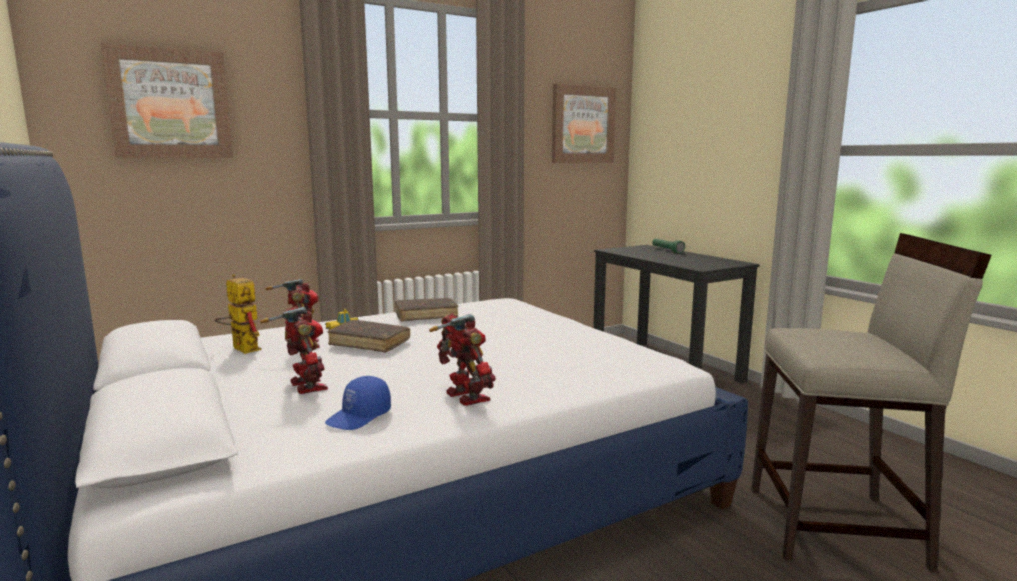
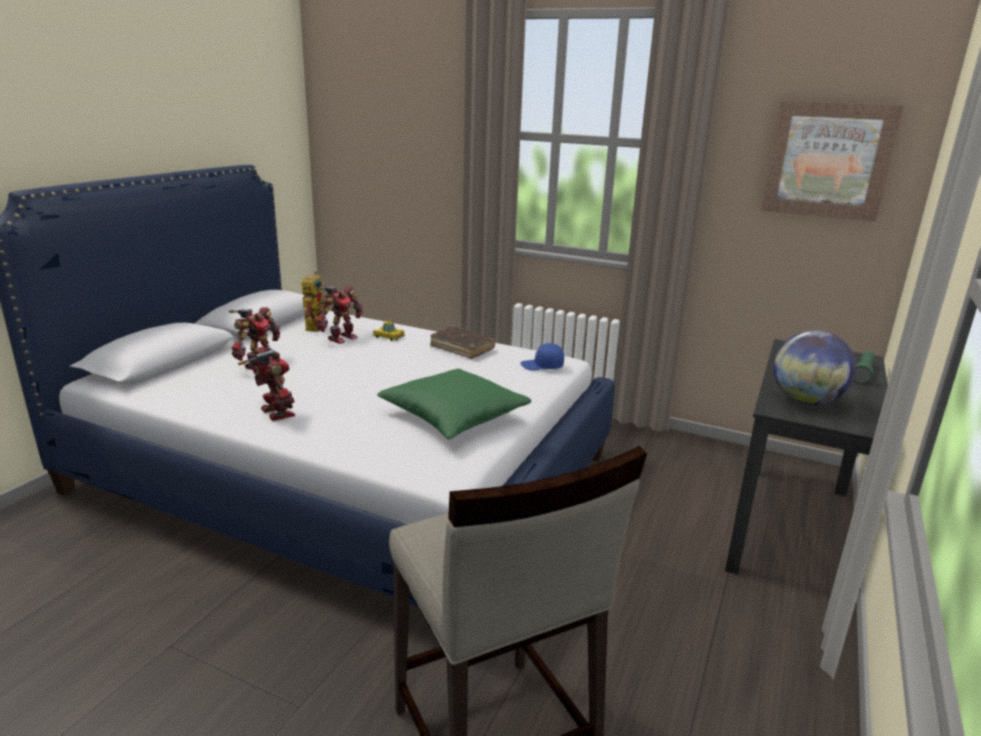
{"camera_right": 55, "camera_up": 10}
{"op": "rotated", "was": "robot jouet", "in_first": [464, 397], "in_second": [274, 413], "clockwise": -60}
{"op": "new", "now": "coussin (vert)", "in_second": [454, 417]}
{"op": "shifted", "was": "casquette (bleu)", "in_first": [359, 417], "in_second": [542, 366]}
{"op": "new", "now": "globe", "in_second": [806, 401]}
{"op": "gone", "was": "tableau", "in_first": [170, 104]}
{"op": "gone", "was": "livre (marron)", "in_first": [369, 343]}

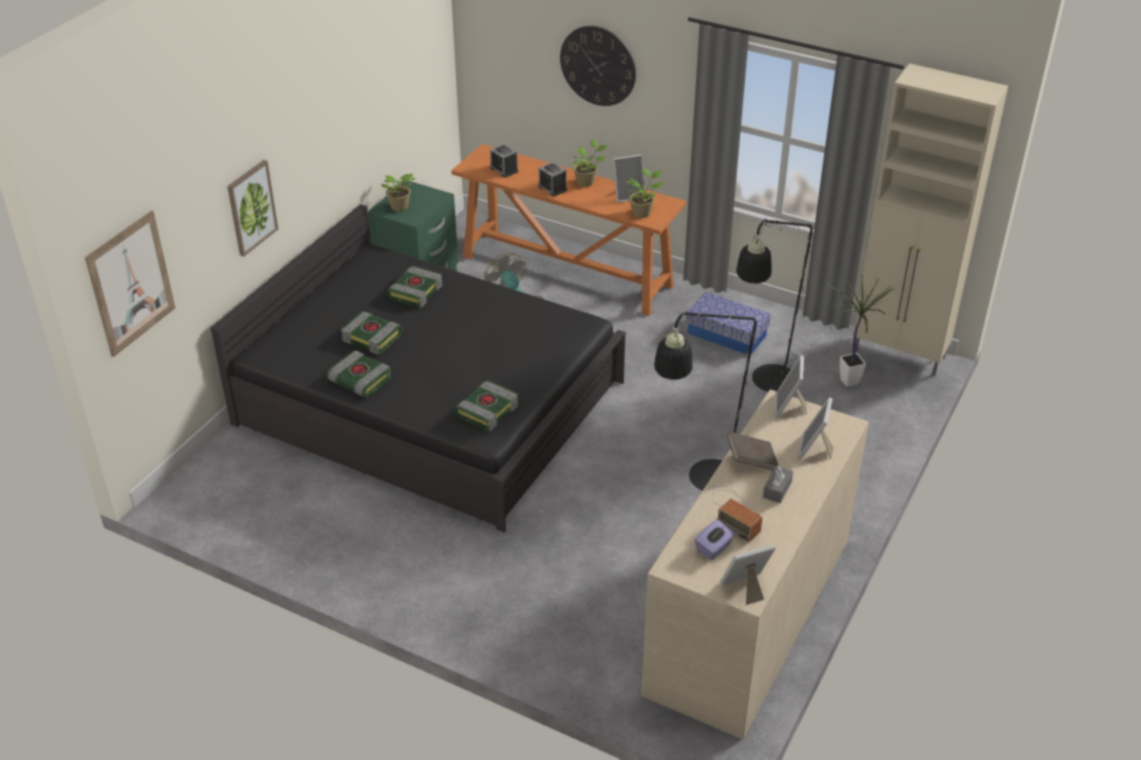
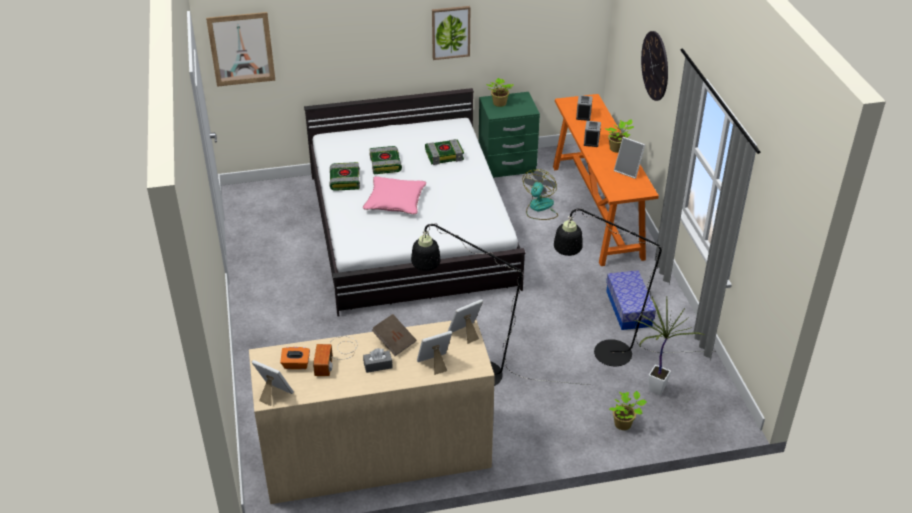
{"camera_right": 50, "camera_up": 0}
{"op": "repainted", "was": "boîte à mouchoirs (violet)", "now": "boîte à mouchoirs (orange)", "in_first": [714, 548], "in_second": [296, 364]}
{"op": "repainted", "was": "lit (noir)", "now": "lit (blanc)", "in_first": [429, 402], "in_second": [410, 229]}
{"op": "new", "now": "coussin (rose)", "in_second": [395, 200]}
{"op": "shifted", "was": "tableau", "in_first": [251, 207], "in_second": [450, 32]}
{"op": "shifted", "was": "plante en pot", "in_first": [642, 212], "in_second": [624, 424]}
{"op": "gone", "was": "livre", "in_first": [487, 410]}
{"op": "gone", "was": "meuble de rangement (beige)", "in_first": [900, 355]}

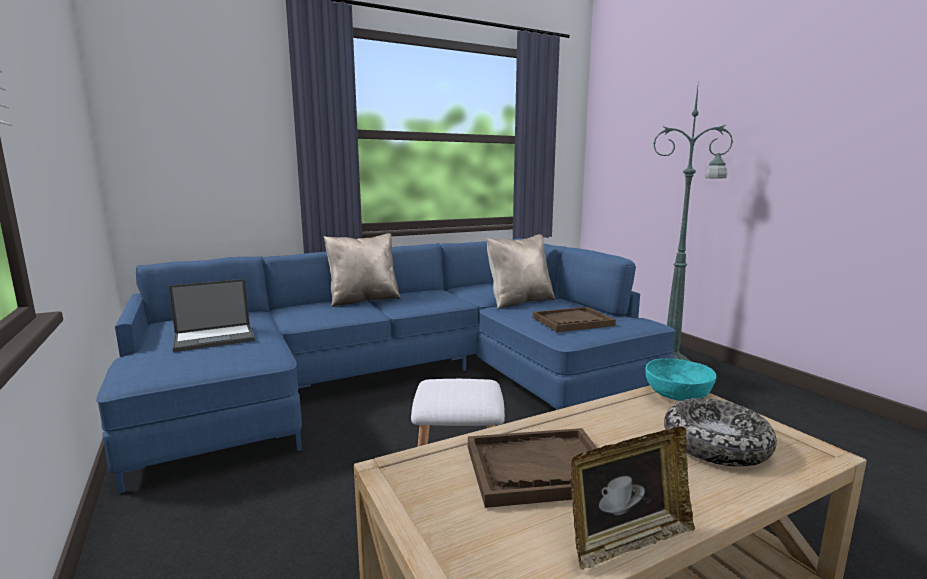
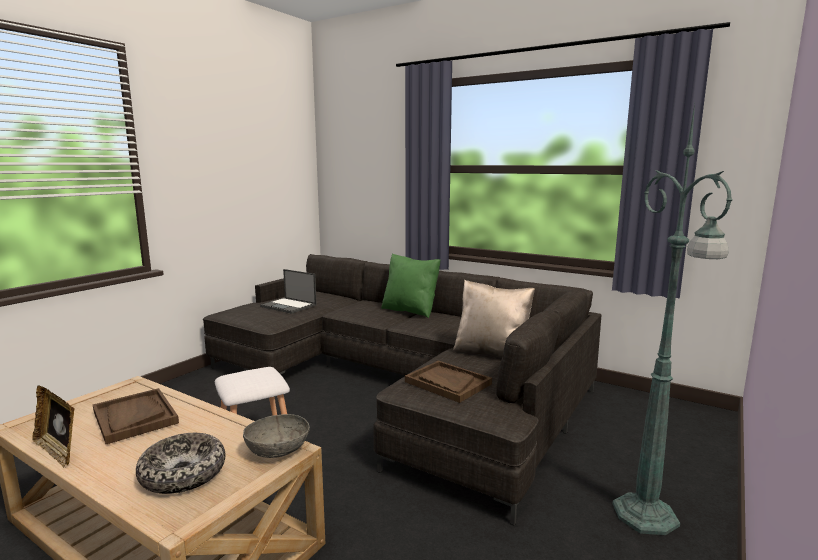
{"camera_right": 60, "camera_up": 0}
{"op": "repainted", "was": "canapé (bleu)", "now": "canapé (gris)", "in_first": [402, 379], "in_second": [401, 383]}
{"op": "repainted", "was": "bol (turquoise)", "now": "bol (gris)", "in_first": [677, 394], "in_second": [278, 450]}
{"op": "repainted", "was": "coussin (beige)", "now": "coussin (vert)", "in_first": [363, 300], "in_second": [410, 311]}

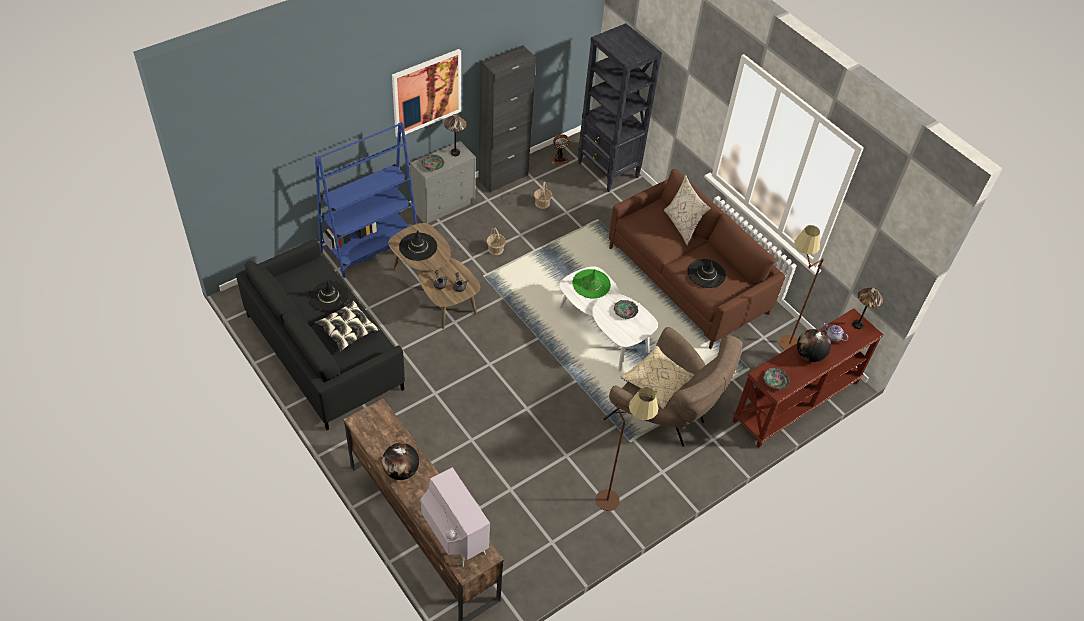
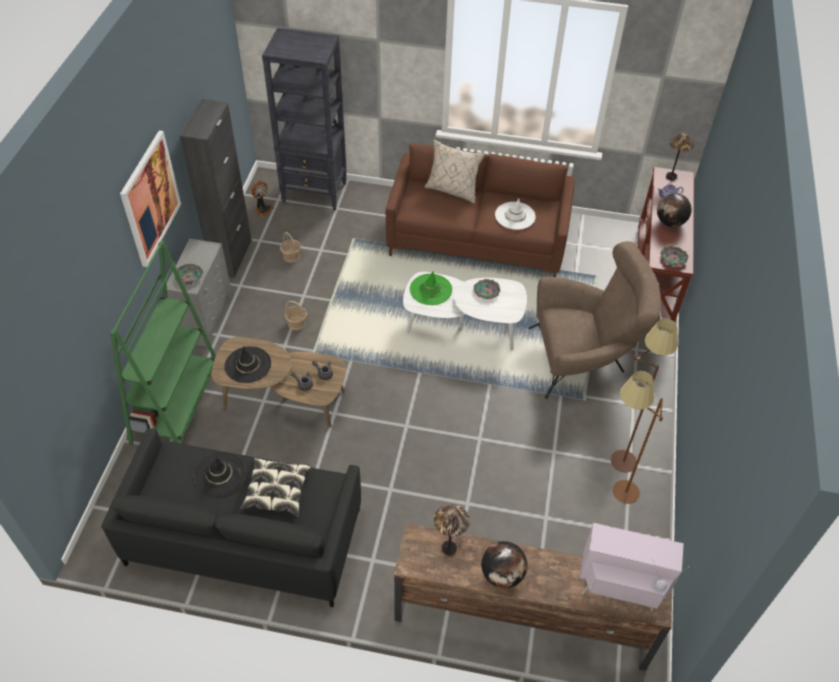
{"camera_right": -40, "camera_up": 0}
{"op": "repainted", "was": "bibliothèque (bleu)", "now": "bibliothèque (vert)", "in_first": [370, 247], "in_second": [177, 404]}
{"op": "shifted", "was": "lampe de table", "in_first": [455, 153], "in_second": [448, 548]}
{"op": "repainted", "was": "chapeau (noir)", "now": "chapeau (blanc)", "in_first": [706, 273], "in_second": [515, 216]}
{"op": "shifted", "was": "lampadaire (marron)", "in_first": [780, 338], "in_second": [614, 493]}
{"op": "gone", "was": "coussin (beige)", "in_first": [657, 382]}

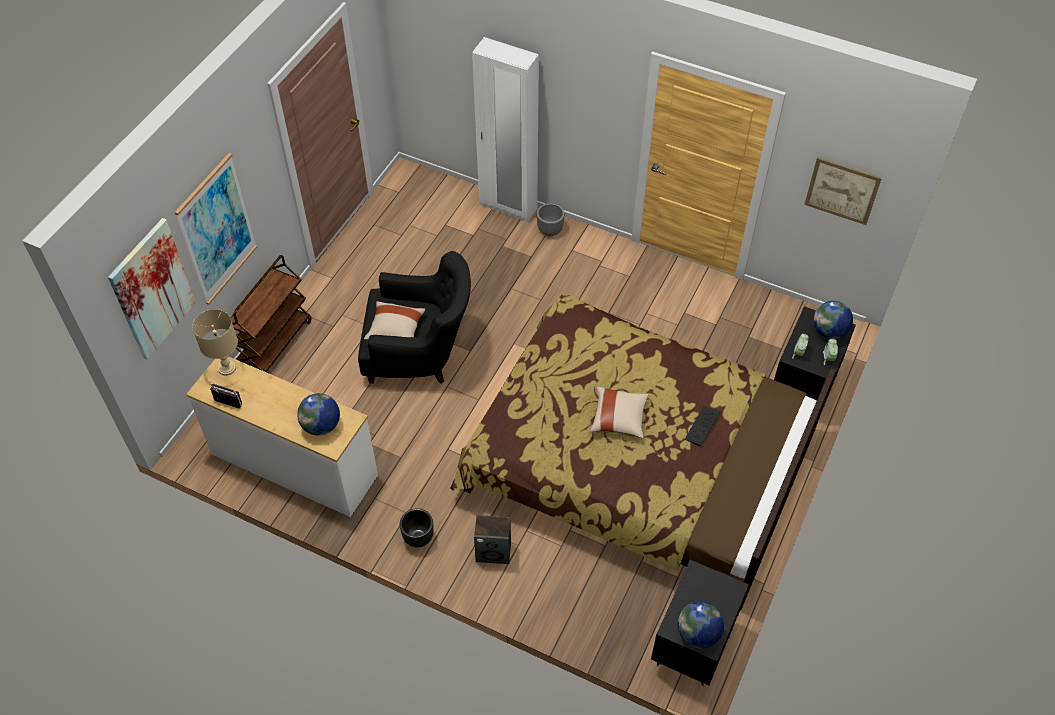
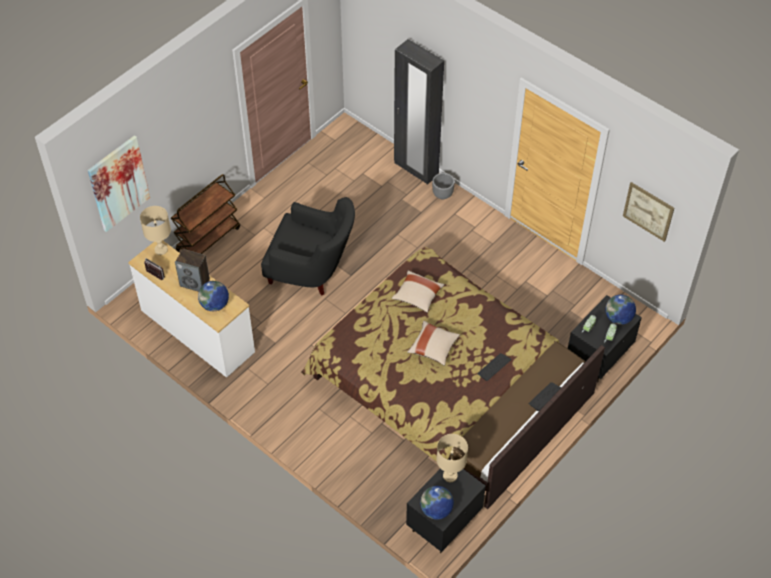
{"camera_right": 15, "camera_up": 0}
{"op": "shifted", "was": "enceinte", "in_first": [494, 552], "in_second": [195, 282]}
{"op": "shifted", "was": "coussin (beige)", "in_first": [395, 330], "in_second": [417, 296]}
{"op": "repainted", "was": "armoire (blanc)", "now": "armoire (noir)", "in_first": [508, 207], "in_second": [416, 169]}
{"op": "new", "now": "lampe de table (beige)", "in_second": [450, 476]}
{"op": "new", "now": "clavier", "in_second": [545, 397]}
{"op": "gone", "was": "tableau", "in_first": [217, 230]}
{"op": "gone", "was": "cache-pot (noir)", "in_first": [418, 538]}

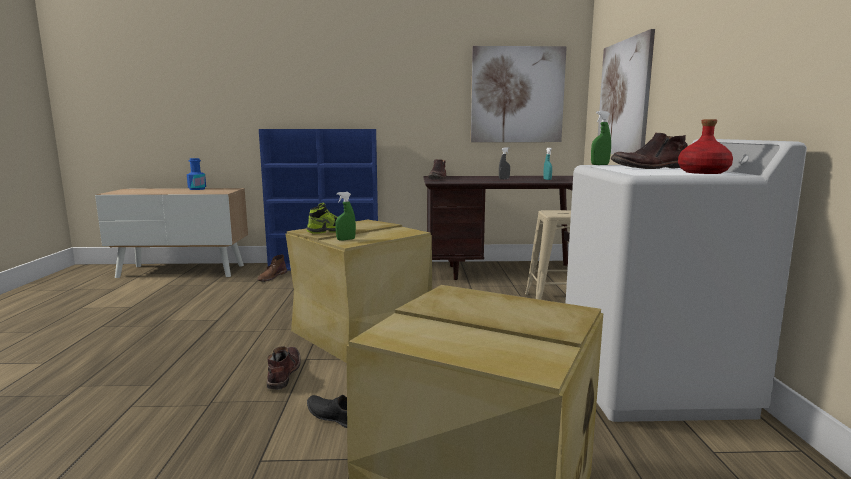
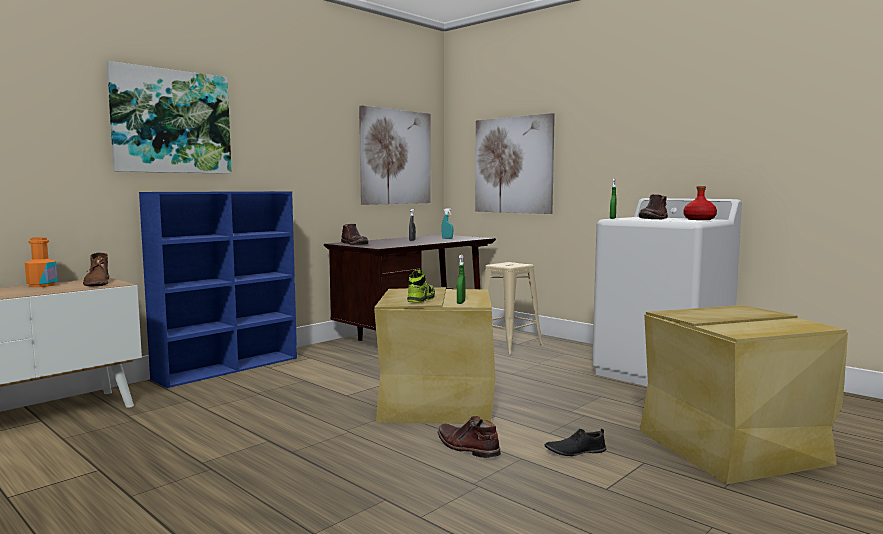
{"camera_right": -45, "camera_up": -5}
{"op": "repainted", "was": "bouteille (bleu)", "now": "bouteille (orange)", "in_first": [197, 189], "in_second": [42, 285]}
{"op": "shifted", "was": "botte (marron)", "in_first": [272, 276], "in_second": [97, 282]}
{"op": "new", "now": "tableau", "in_second": [171, 122]}

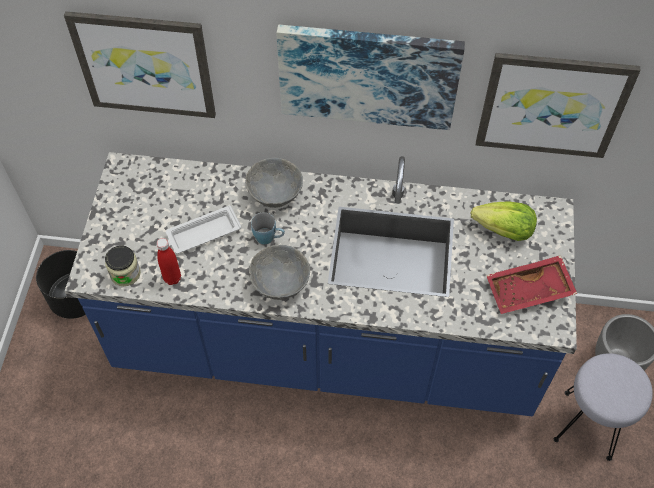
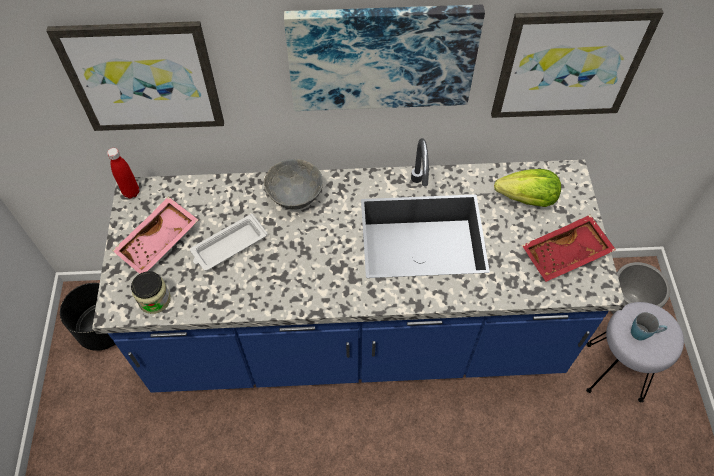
{"camera_right": -10, "camera_up": 0}
{"op": "shifted", "was": "bouteille (rouge)", "in_first": [172, 278], "in_second": [131, 192]}
{"op": "new", "now": "plateau (rose)", "in_second": [159, 242]}
{"op": "shifted", "was": "mug (bleu)", "in_first": [269, 238], "in_second": [643, 333]}
{"op": "gone", "was": "bol (gris)", "in_first": [280, 283]}

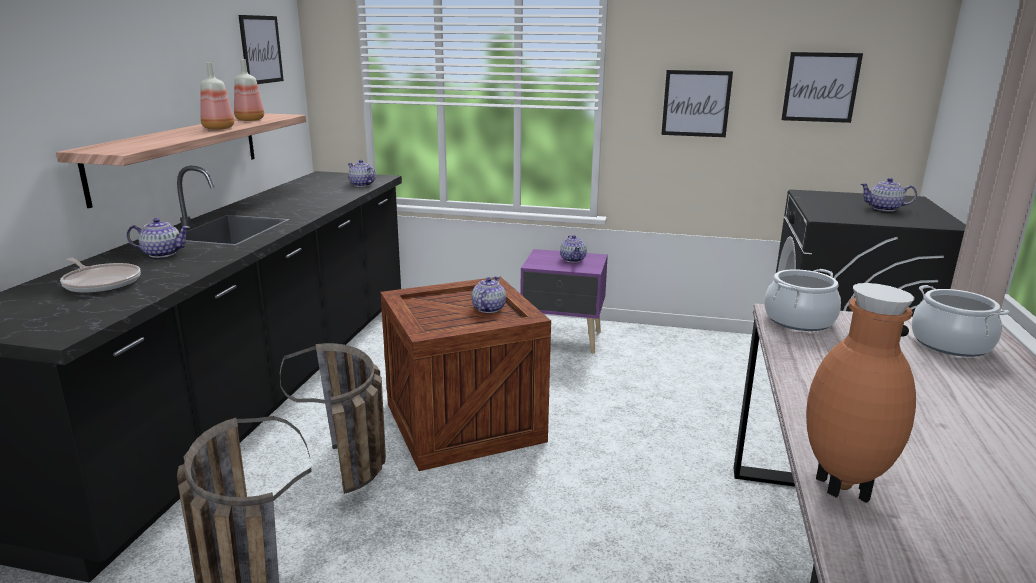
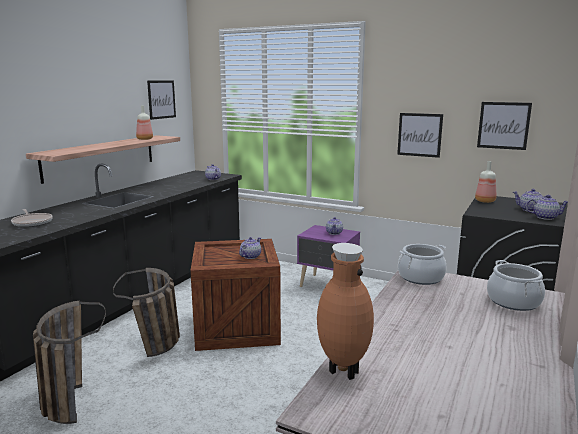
{"camera_right": 15, "camera_up": -5}
{"op": "shifted", "was": "bouteille", "in_first": [219, 128], "in_second": [485, 201]}
{"op": "shifted", "was": "théière", "in_first": [162, 253], "in_second": [544, 217]}

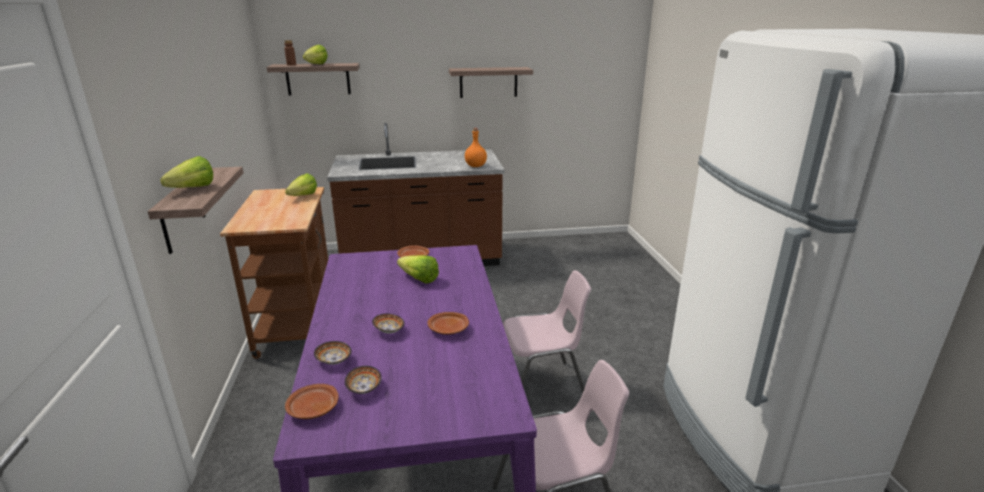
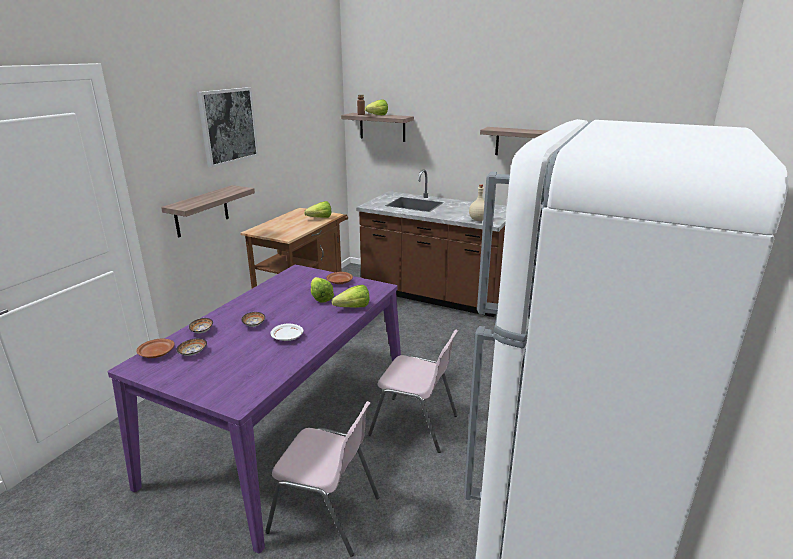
{"camera_right": 35, "camera_up": 0}
{"op": "new", "now": "tableau", "in_second": [228, 126]}
{"op": "repainted", "was": "assiette (marron)", "now": "assiette (blanc)", "in_first": [449, 329], "in_second": [287, 337]}
{"op": "shifted", "was": "laitue", "in_first": [188, 190], "in_second": [350, 308]}
{"op": "repainted", "was": "bouteille (orange)", "now": "bouteille (beige)", "in_first": [475, 166], "in_second": [478, 220]}

